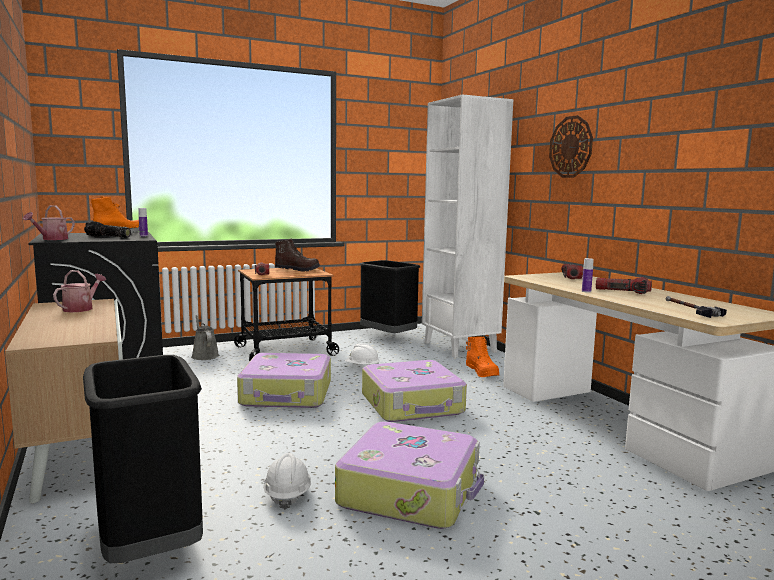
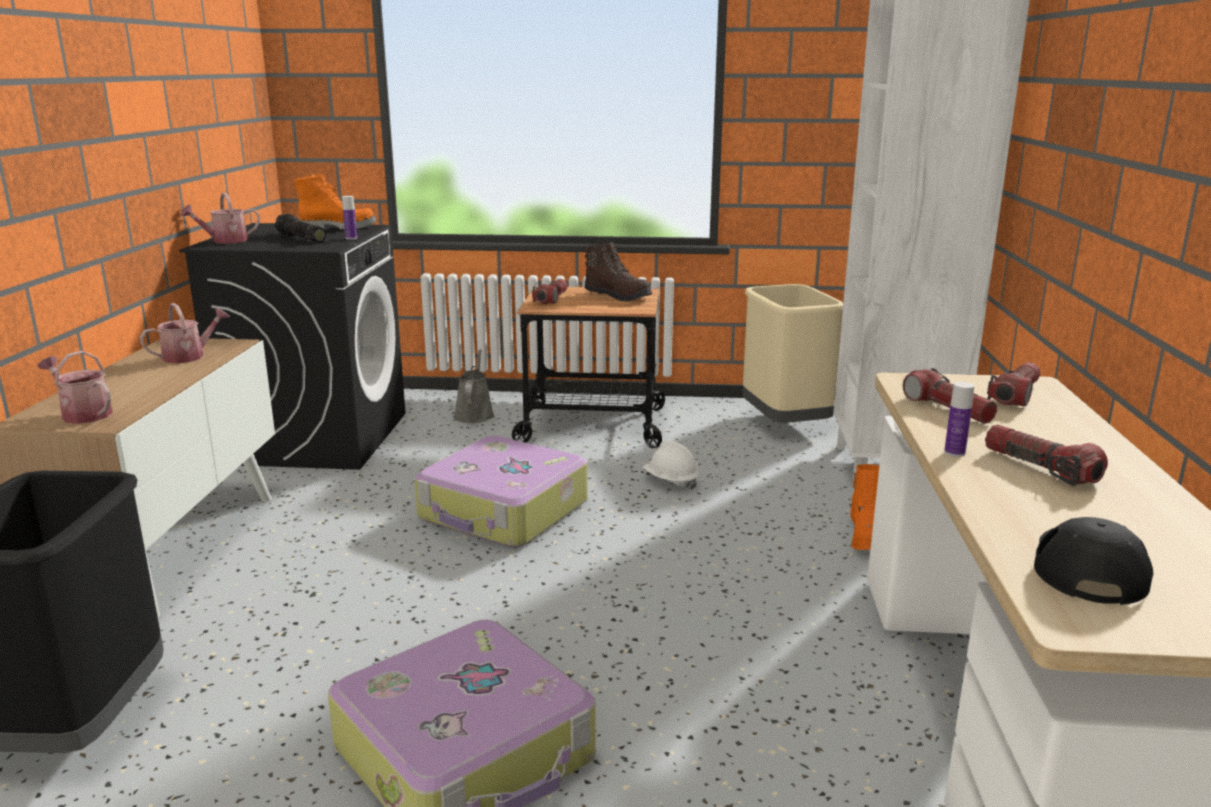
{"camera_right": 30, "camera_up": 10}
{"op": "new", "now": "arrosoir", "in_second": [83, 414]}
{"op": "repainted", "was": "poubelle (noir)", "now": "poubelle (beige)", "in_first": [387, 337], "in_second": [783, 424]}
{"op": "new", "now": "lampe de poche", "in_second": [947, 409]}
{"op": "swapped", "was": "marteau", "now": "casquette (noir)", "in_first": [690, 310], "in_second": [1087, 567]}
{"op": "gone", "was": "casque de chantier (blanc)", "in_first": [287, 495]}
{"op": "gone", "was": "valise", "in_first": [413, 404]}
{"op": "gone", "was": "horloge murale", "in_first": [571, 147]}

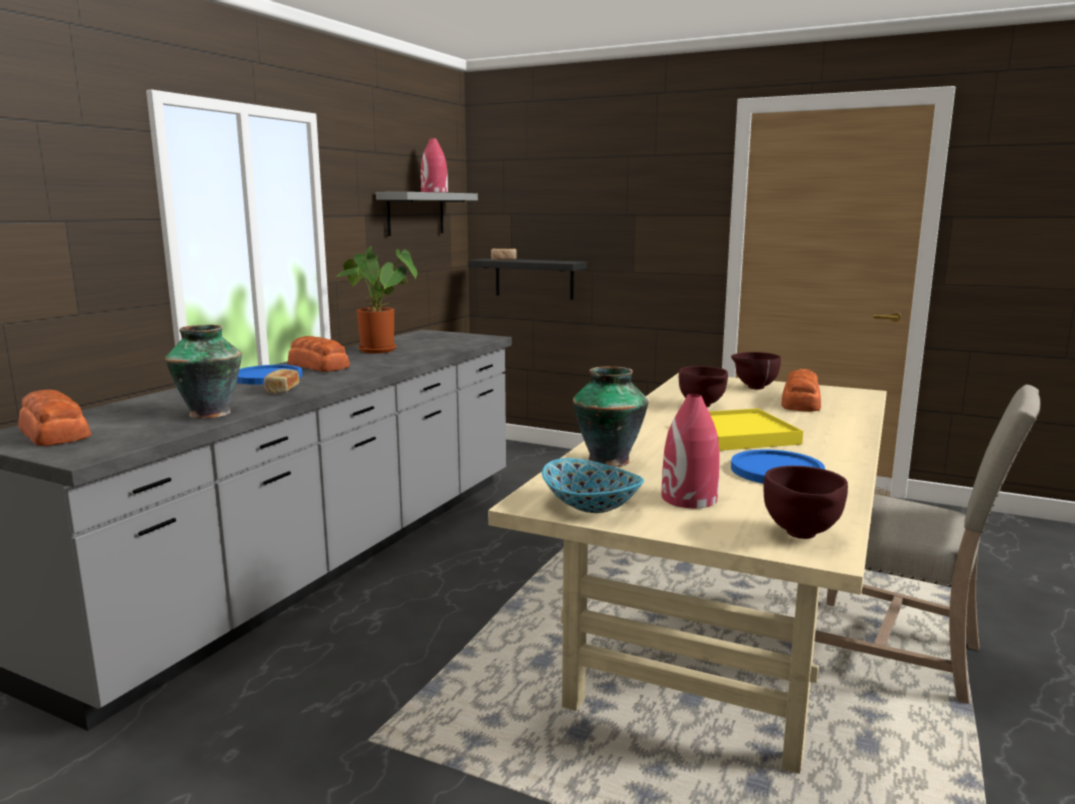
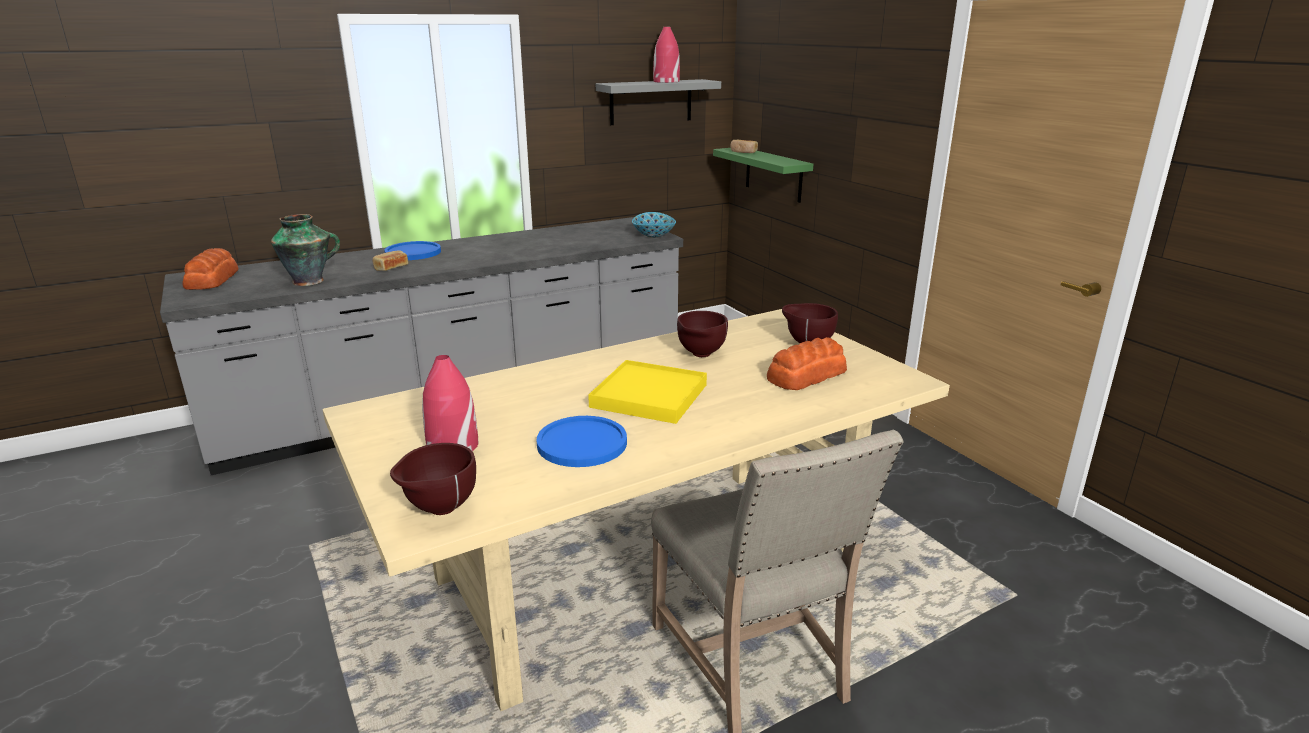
{"camera_right": 35, "camera_up": 10}
{"op": "shifted", "was": "bol", "in_first": [591, 506], "in_second": [653, 235]}
{"op": "repainted", "was": "étagère (noir)", "now": "étagère (vert)", "in_first": [534, 278], "in_second": [773, 174]}
{"op": "gone", "was": "pain", "in_first": [318, 366]}
{"op": "gone", "was": "plante en pot", "in_first": [381, 351]}
{"op": "gone", "was": "vase", "in_first": [608, 460]}

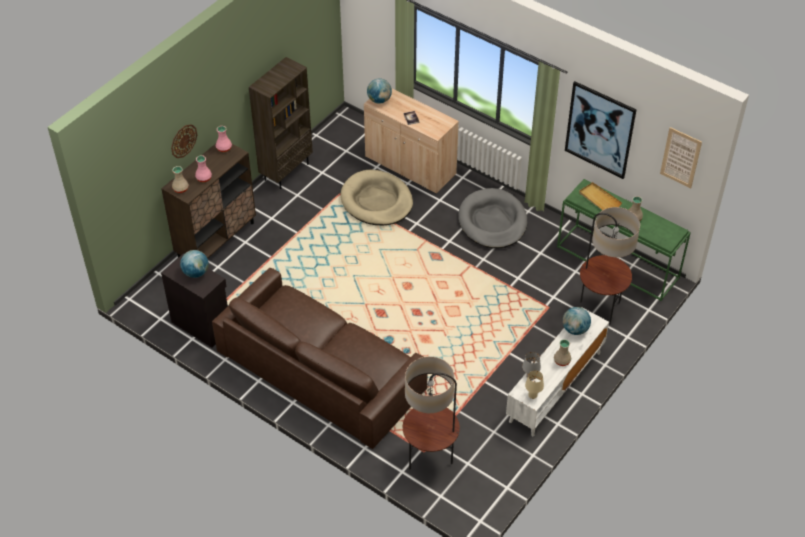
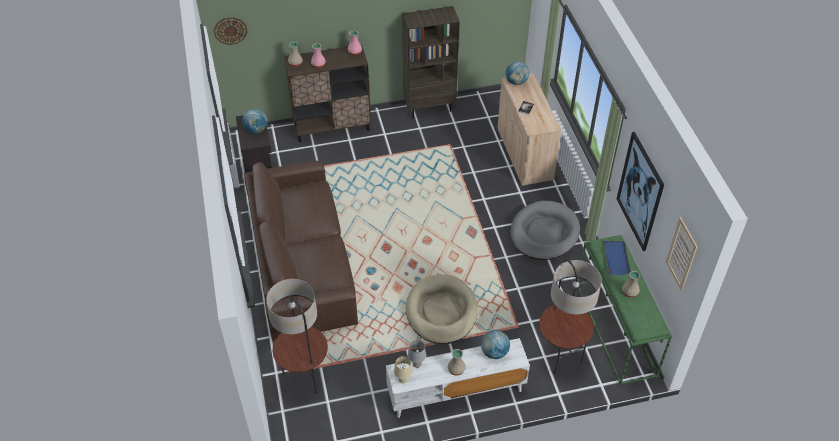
{"camera_right": 40, "camera_up": 0}
{"op": "shifted", "was": "horloge murale", "in_first": [183, 141], "in_second": [230, 30]}
{"op": "shifted", "was": "panier pour chien (beige)", "in_first": [377, 201], "in_second": [441, 312]}
{"op": "repainted", "was": "plateau (beige)", "now": "plateau (bleu)", "in_first": [599, 199], "in_second": [616, 258]}

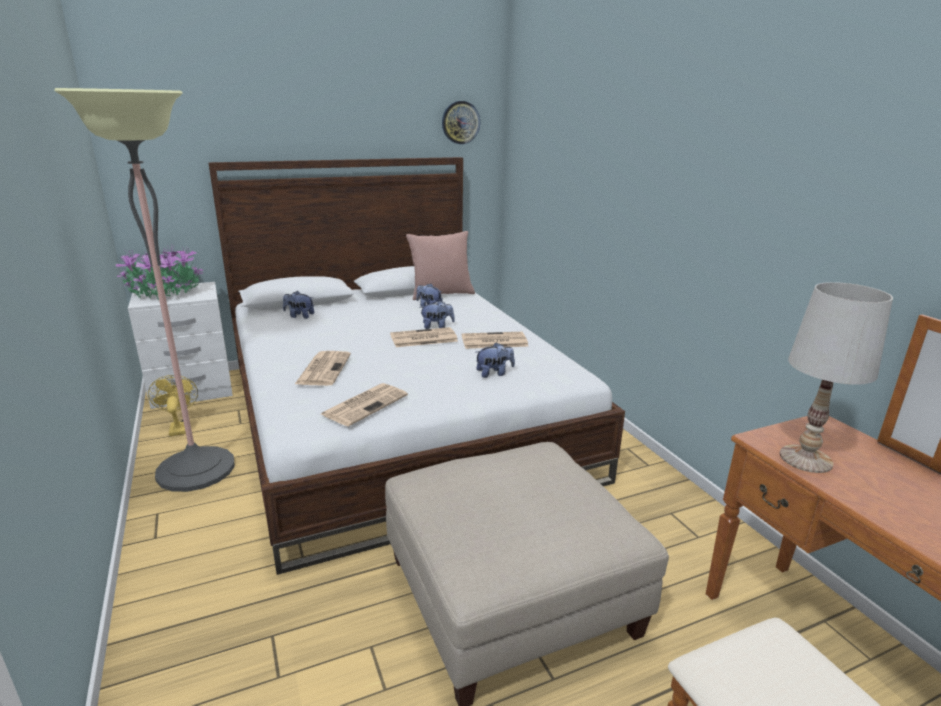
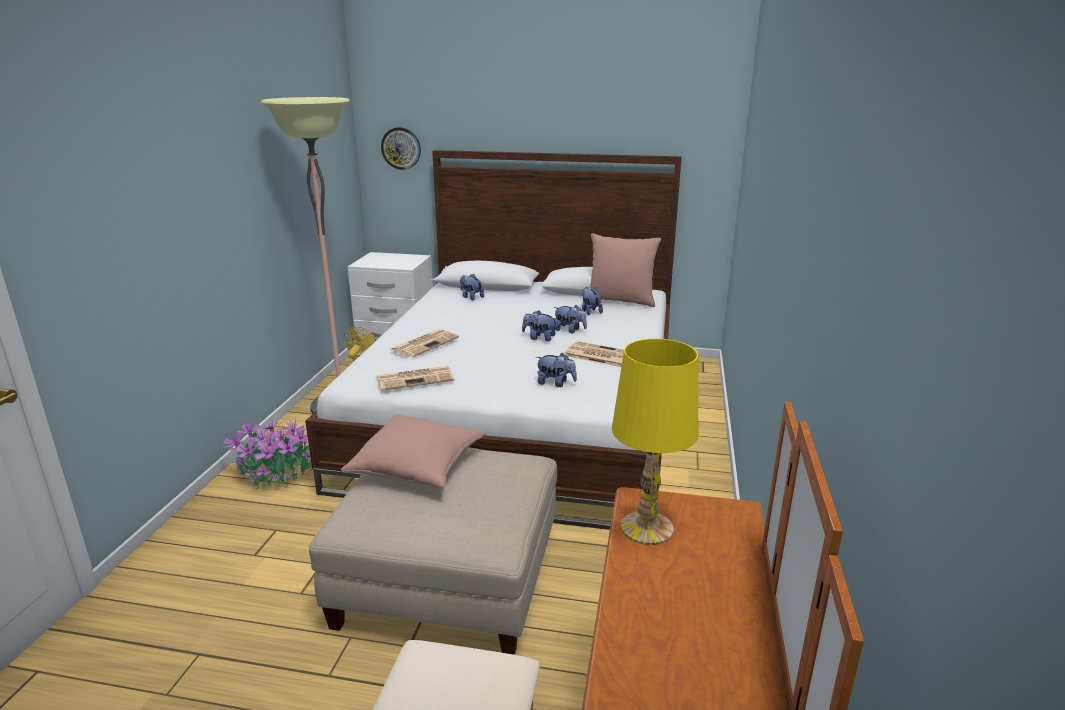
{"camera_right": 35, "camera_up": 0}
{"op": "shifted", "was": "plante en pot", "in_first": [166, 294], "in_second": [277, 474]}
{"op": "new", "now": "coussin (rose)", "in_second": [417, 466]}
{"op": "shifted", "was": "horloge murale", "in_first": [460, 122], "in_second": [401, 148]}
{"op": "swapped", "was": "journal", "now": "peluche", "in_first": [423, 338], "in_second": [539, 338]}
{"op": "repainted", "was": "lampe de table (blanc)", "now": "lampe de table (jaune)", "in_first": [805, 459], "in_second": [646, 528]}

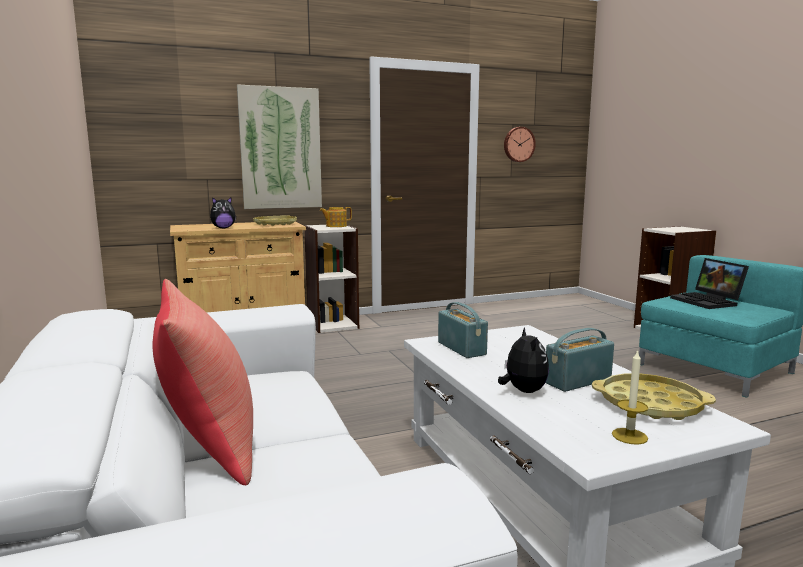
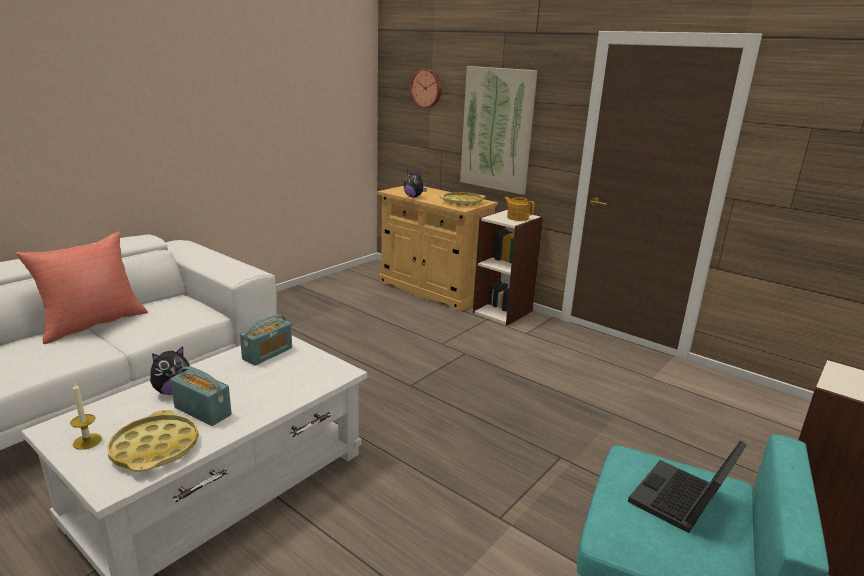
{"camera_right": 60, "camera_up": 10}
{"op": "shifted", "was": "horloge murale", "in_first": [518, 144], "in_second": [427, 88]}

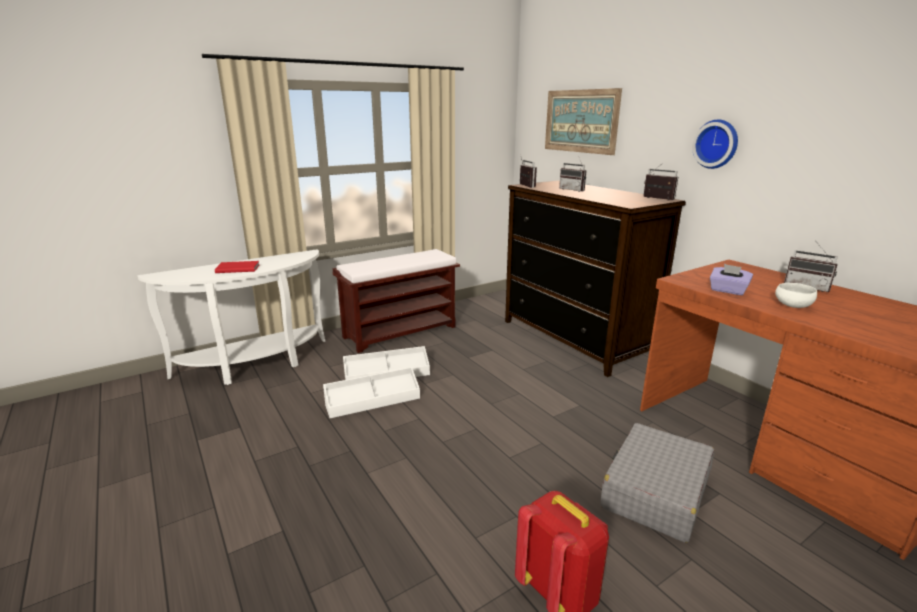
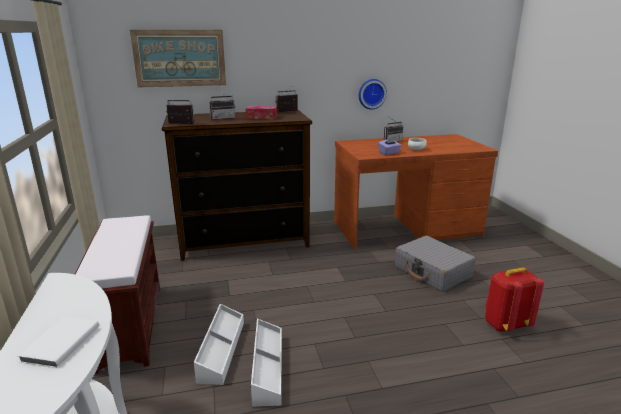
{"camera_right": -70, "camera_up": 0}
{"op": "repainted", "was": "livre (rouge)", "now": "livre (blanc)", "in_first": [237, 268], "in_second": [59, 344]}
{"op": "new", "now": "boîte à mouchoirs", "in_second": [261, 117]}
{"op": "shifted", "was": "horloge murale", "in_first": [716, 144], "in_second": [371, 94]}

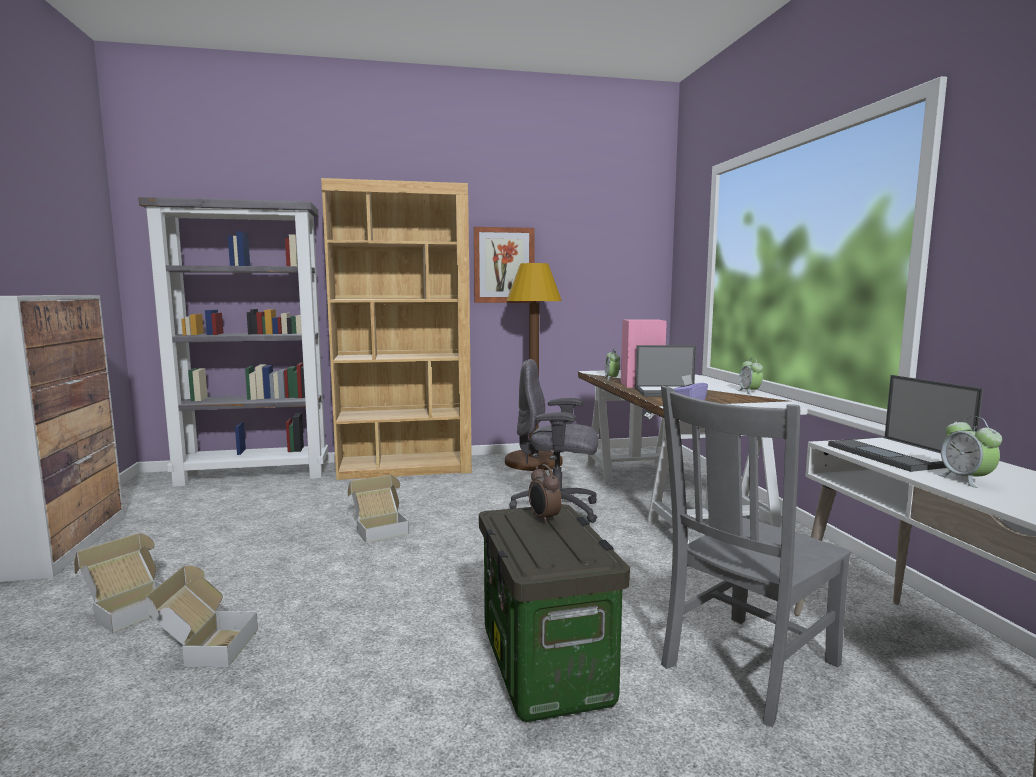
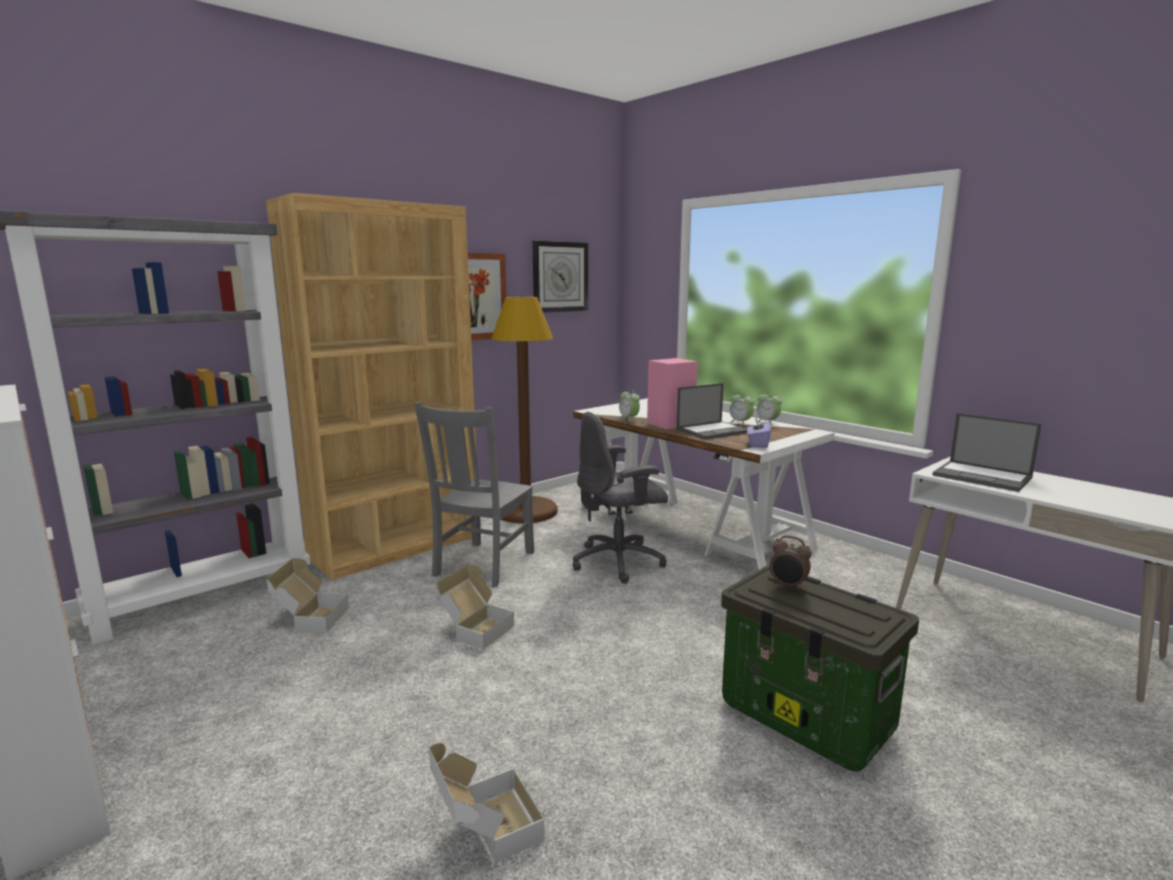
{"camera_right": -30, "camera_up": 5}
{"op": "shifted", "was": "carton", "in_first": [129, 609], "in_second": [310, 618]}
{"op": "shifted", "was": "chaise (gris)", "in_first": [746, 667], "in_second": [482, 565]}
{"op": "new", "now": "horloge murale", "in_second": [560, 277]}
{"op": "shifted", "was": "réveil", "in_first": [966, 480], "in_second": [740, 423]}

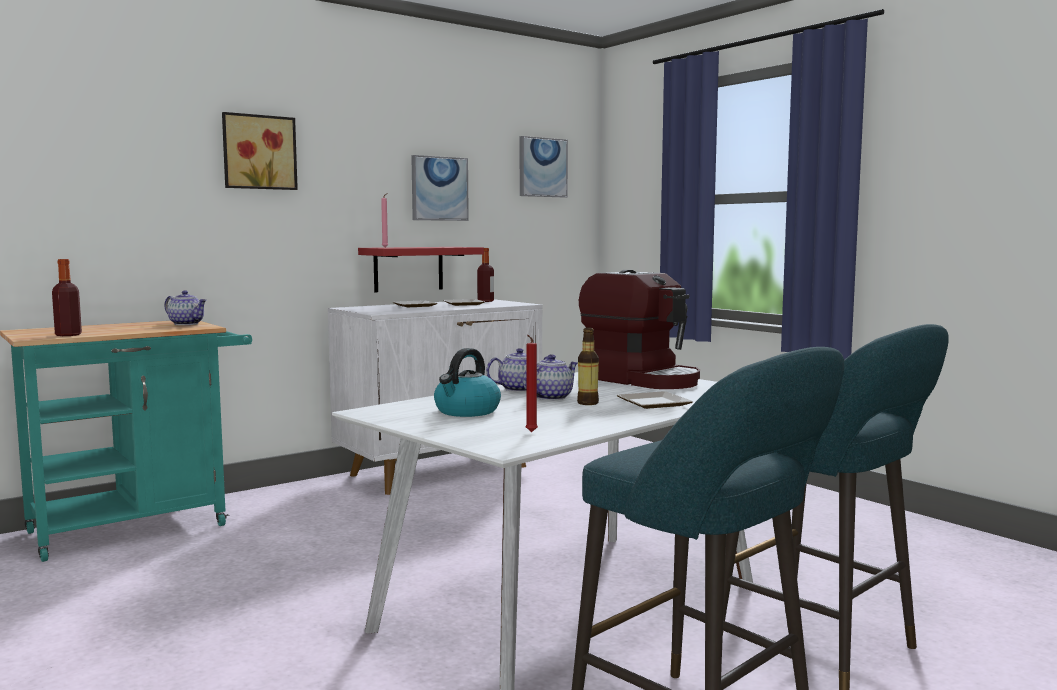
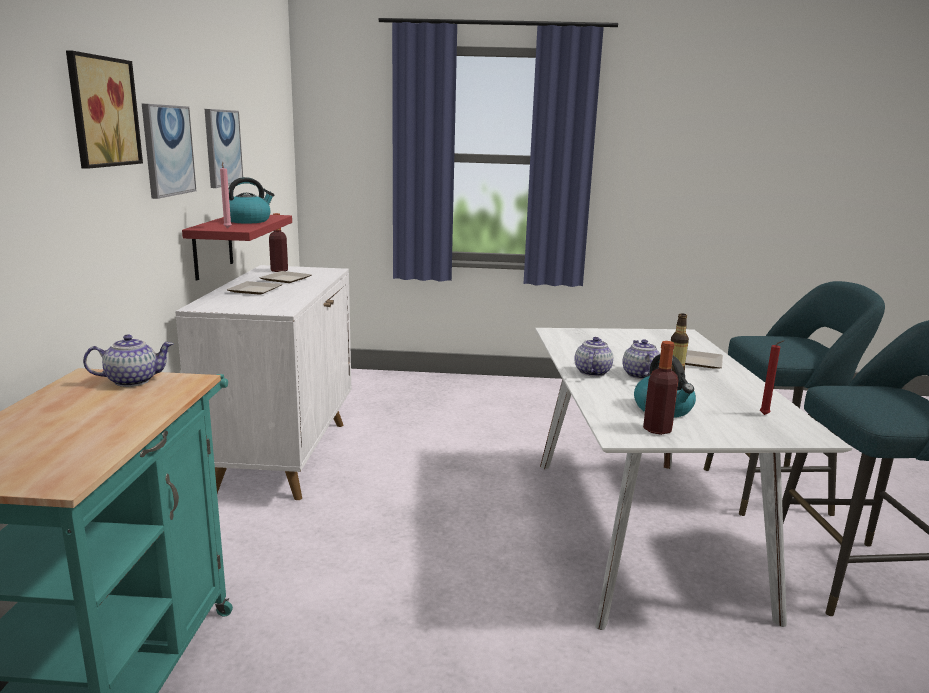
{"camera_right": -50, "camera_up": 10}
{"op": "shifted", "was": "tableau", "in_first": [542, 167], "in_second": [168, 150]}
{"op": "new", "now": "bouilloire", "in_second": [249, 221]}
{"op": "shifted", "was": "bouteille", "in_first": [68, 335], "in_second": [657, 429]}
{"op": "gone", "was": "machine à café", "in_first": [642, 379]}

